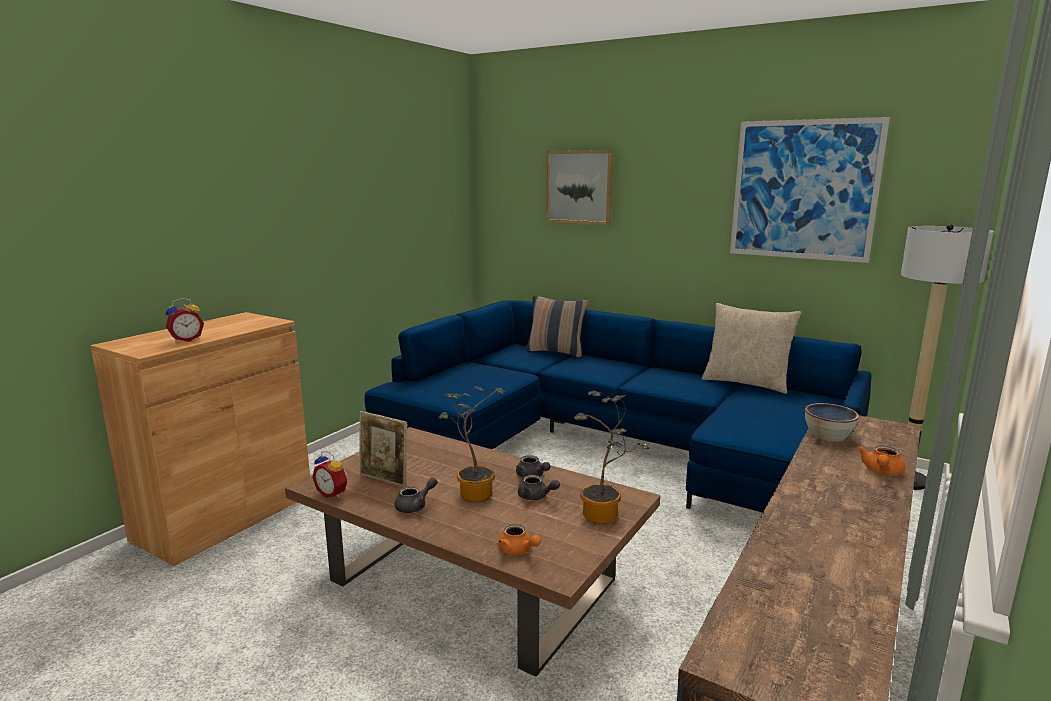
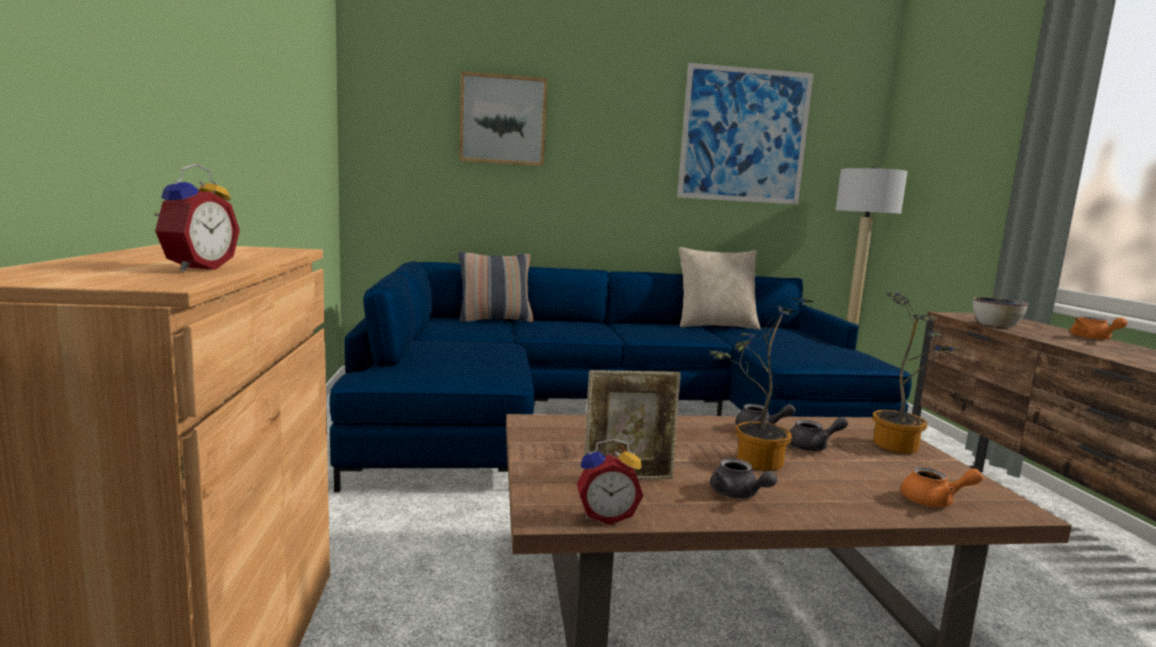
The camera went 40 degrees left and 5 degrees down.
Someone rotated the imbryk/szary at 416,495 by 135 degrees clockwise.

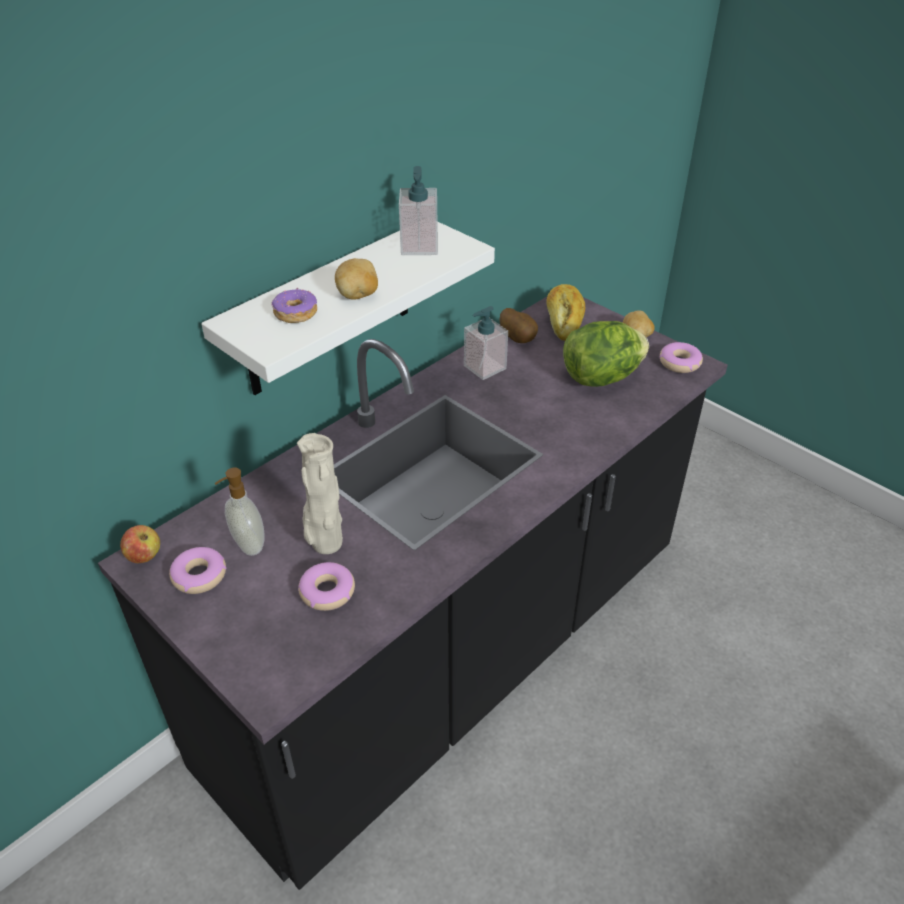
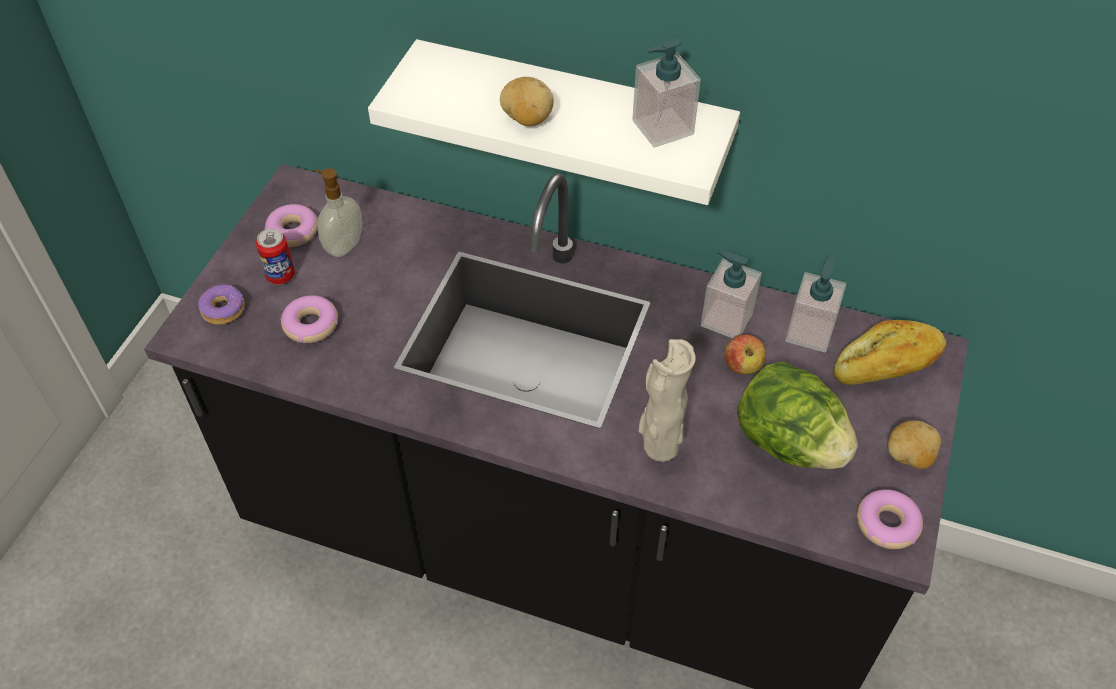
The camera went 65 degrees right and 10 degrees up.
Someone put down the puszka at 275,256.
Someone carried the jabłko from 140,544 to 745,354.
Someone carried the donut from 294,305 to 221,305.
Someone carried the wazon/beżowy from 320,493 to 667,400.
Someone swapped the ziemniak at 518,325 for the dozownik mydła at 815,304.

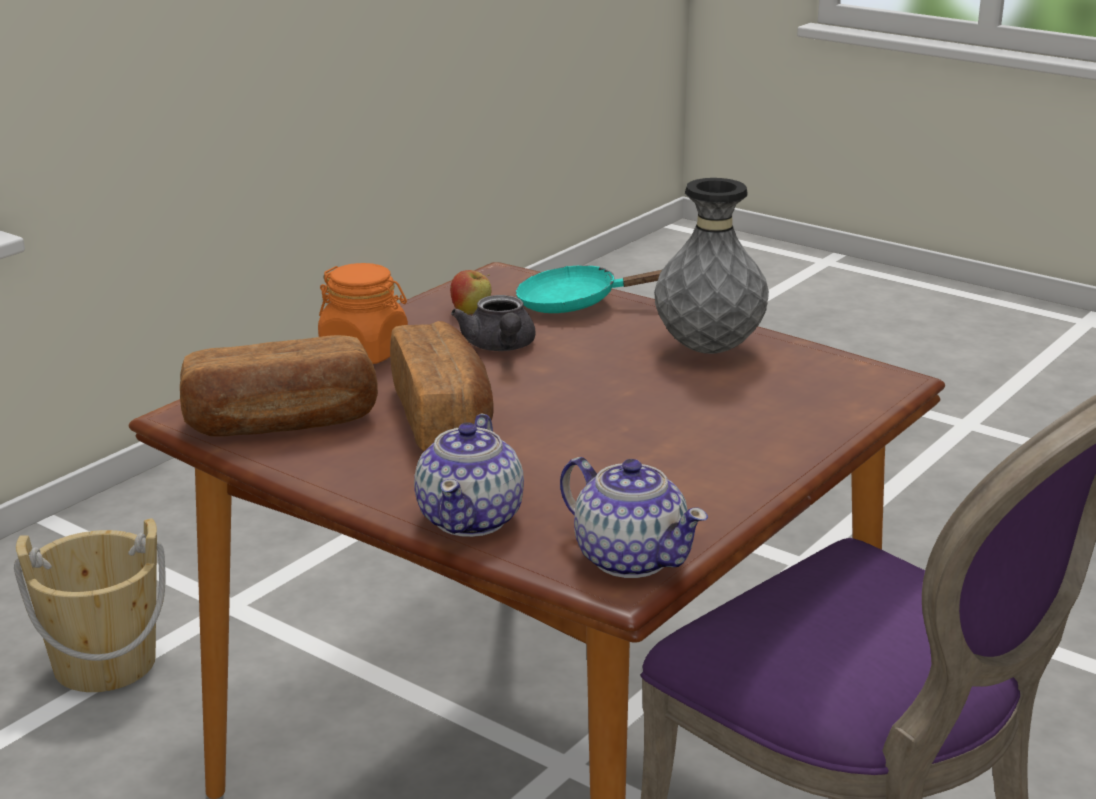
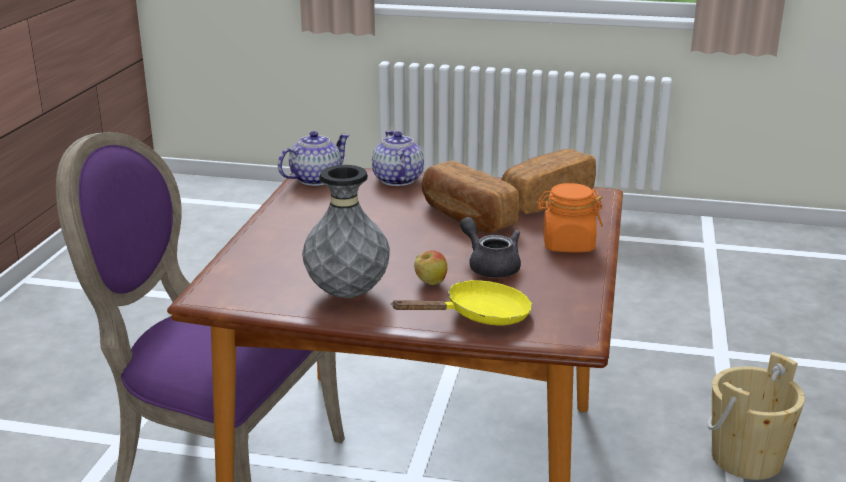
The camera went 155 degrees right and 0 degrees up.
Someone carried the jabłko from 471,292 to 430,267.
Someone repainted the patelnia/turkusowy at 589,289, which became the patelnia/żółty at 462,302.
Someone rotated the imbryk at 634,517 by 120 degrees clockwise.

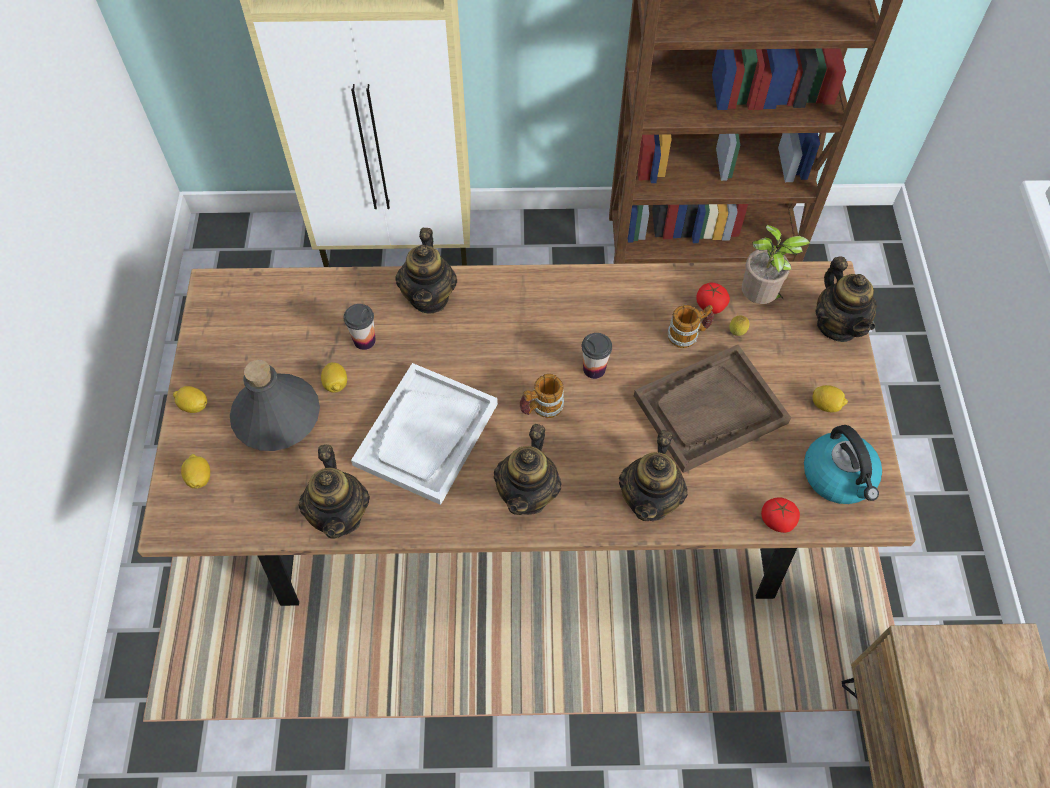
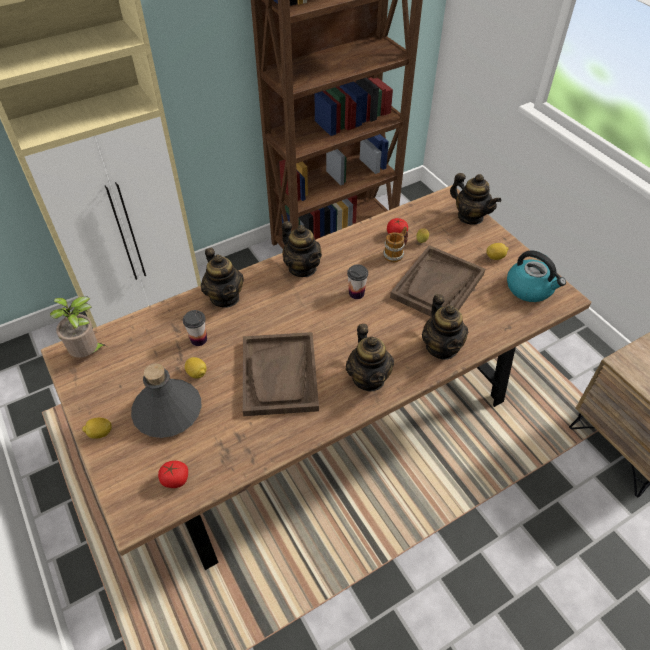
The camera went 30 degrees left and 10 degrees down.
Someone took away the cytryna at 195,471.
Someone took away the kubek at 542,396.
Someone carried the imbryk from 334,492 to 302,249.
Someone carried the roślina doniczkowa from 776,264 to 78,327.
Someone carried the pomidor from 780,515 to 173,474.
Someone repainted the taca/biały at 424,434, which became the taca/brązowy at 281,374.

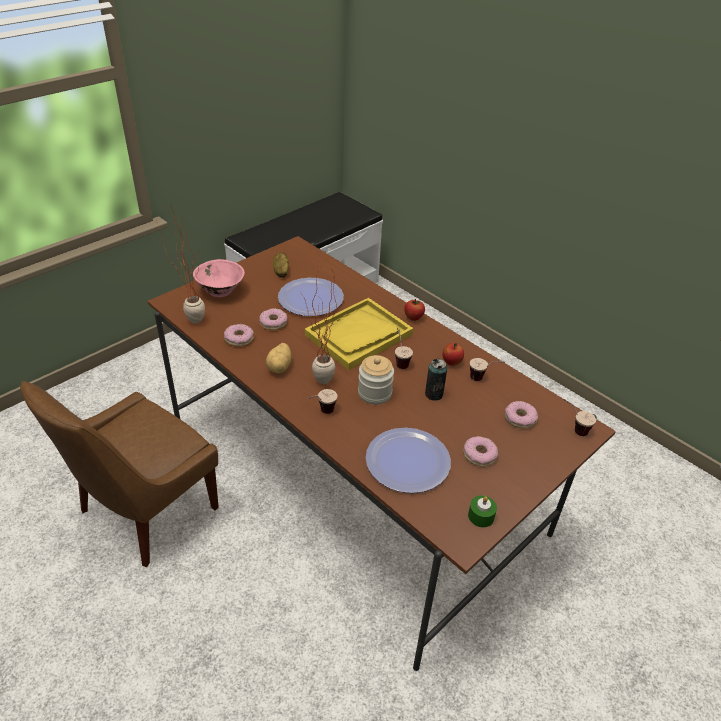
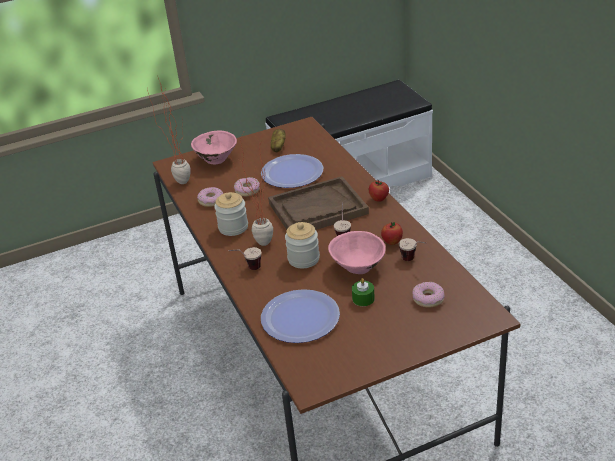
The camera went 25 degrees right and 5 degrees down.
Someone took away the krzesło/brązowy at 119,474.
Someone took away the donut at 480,451.
Someone took away the filiżanka at 579,417.
Someone carried the świeca/zielony from 482,511 to 363,292.
Someone swapped the ziemniak at 279,358 for the słoik at 231,214.
Someone swapped the puszka at 436,380 for the miska/różowy at 357,252.
Someone repainted the taca/żółty at 359,334, which became the taca/brązowy at 318,203.

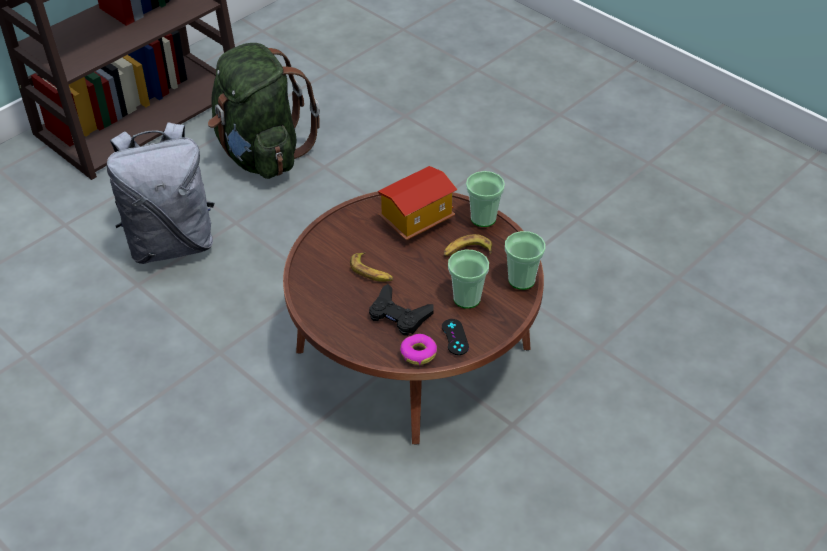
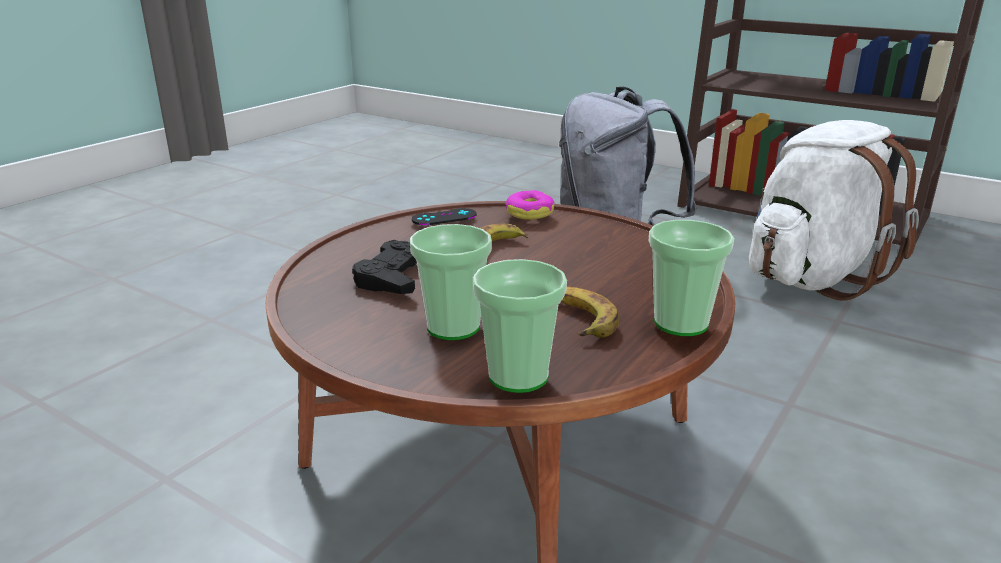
The camera went 80 degrees right and 20 degrees down.
Someone took away the domek at 417,203.
Someone carried the donut from 418,349 to 530,205.
Someone carried the pad do gier/czarny from 455,337 to 444,216.
Someone repainted the plecak/zielony at 264,111, which became the plecak/biały at 834,210.

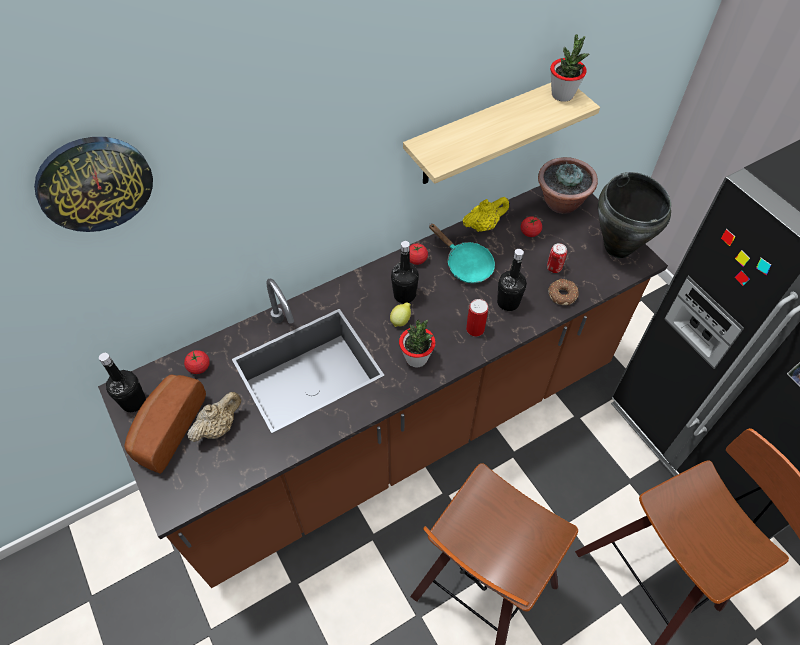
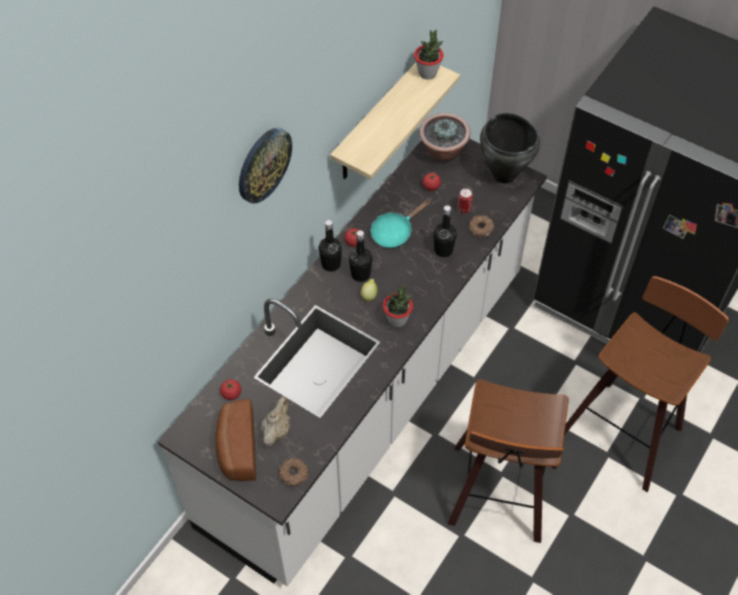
The camera went 25 degrees left and 0 degrees up.
Someone took away the imbryk/żółty at 485,214.
Someone took away the puszka at 477,318.
Someone put down the donut at 294,472.
Someone carried the zegar ścienny from 93,184 to 265,166.
Someone carried the butelka/czarny from 122,382 to 330,246.
Someone repainted the zabudowa kuchenna/brązowy at 383,387, which became the zabudowa kuchenna/biały at 352,362.
Someone rotated the patelnia/turkusowy at 462,253 by 120 degrees clockwise.

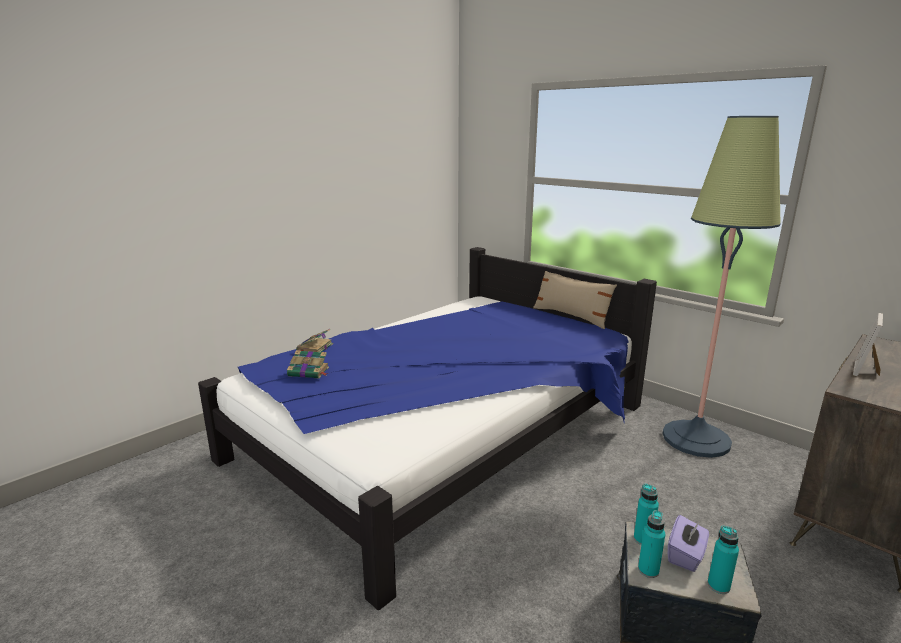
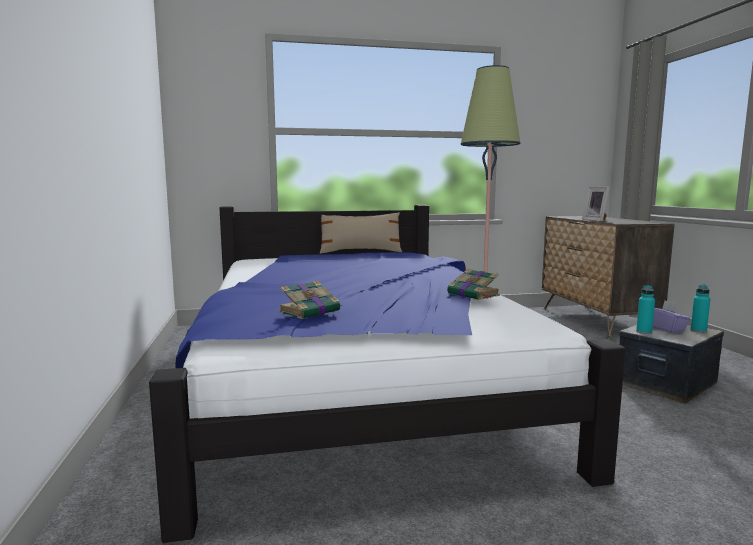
The camera went 55 degrees left and 10 degrees down.
Someone took away the butelka/turkusowy at 651,544.
Someone carried the książka from 314,340 to 473,284.

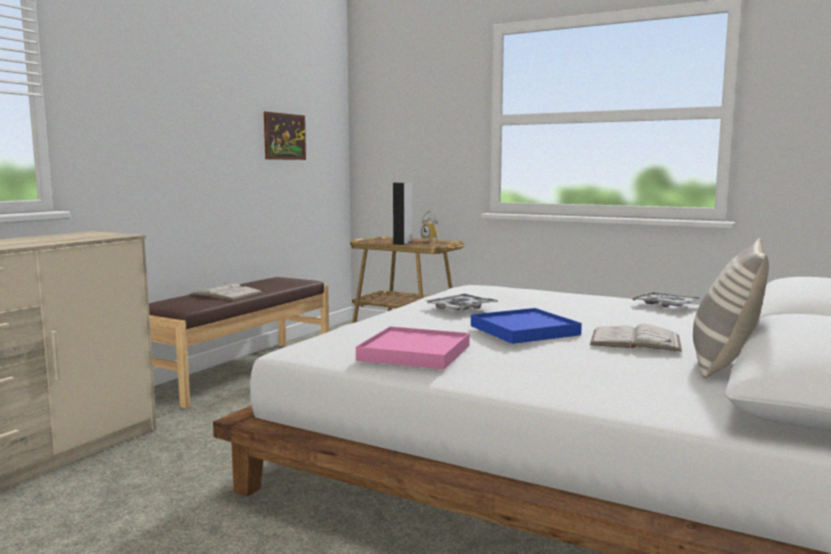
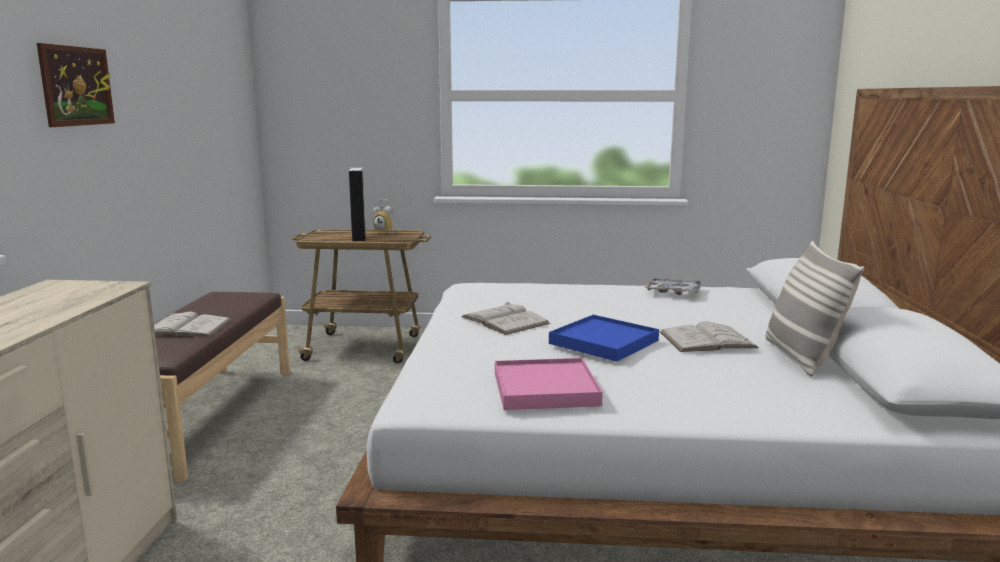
The camera went 25 degrees left and 5 degrees up.
Someone carried the obraz from 285,136 to 76,85.
Someone swapped the taca at 462,302 for the książka/biały at 505,318.

